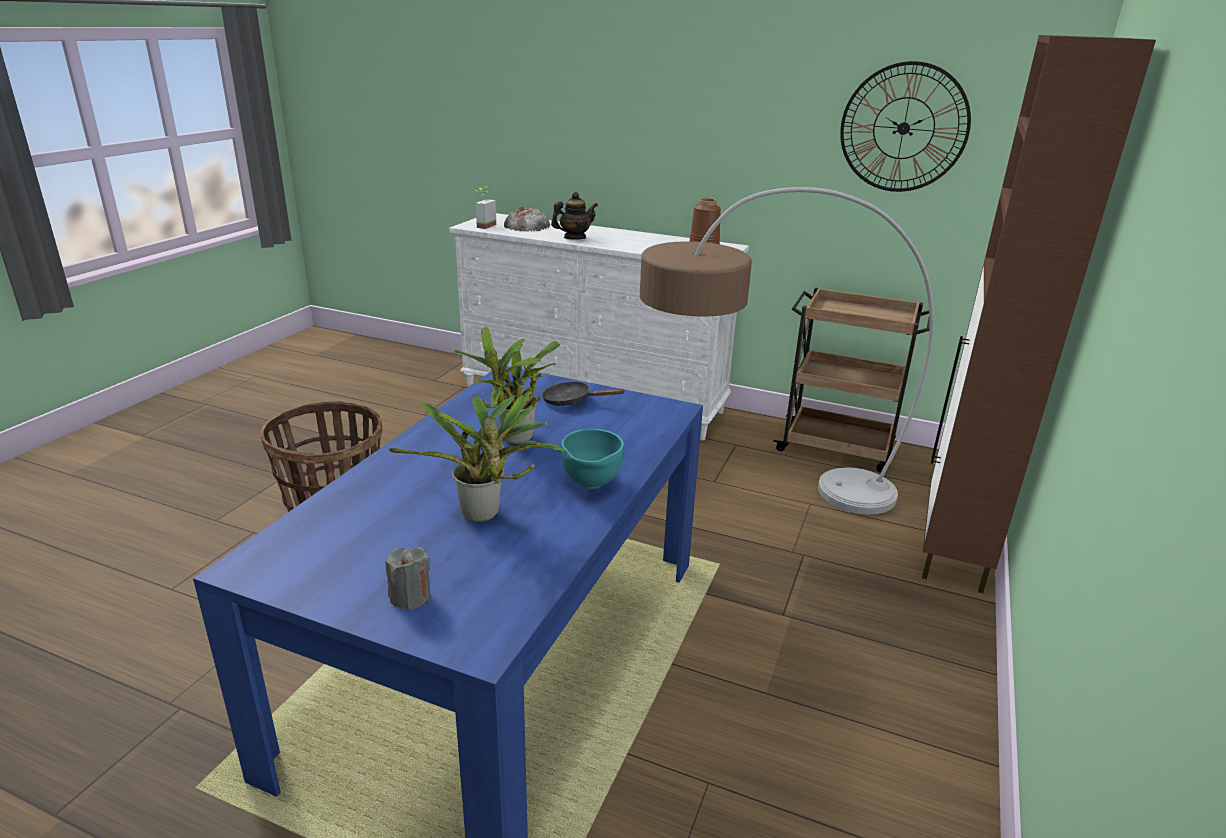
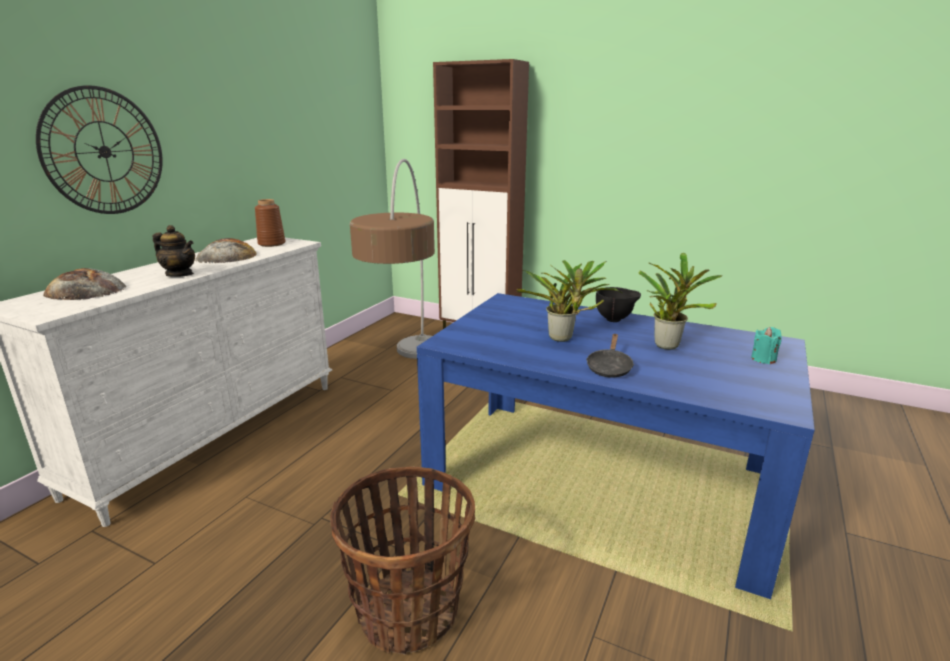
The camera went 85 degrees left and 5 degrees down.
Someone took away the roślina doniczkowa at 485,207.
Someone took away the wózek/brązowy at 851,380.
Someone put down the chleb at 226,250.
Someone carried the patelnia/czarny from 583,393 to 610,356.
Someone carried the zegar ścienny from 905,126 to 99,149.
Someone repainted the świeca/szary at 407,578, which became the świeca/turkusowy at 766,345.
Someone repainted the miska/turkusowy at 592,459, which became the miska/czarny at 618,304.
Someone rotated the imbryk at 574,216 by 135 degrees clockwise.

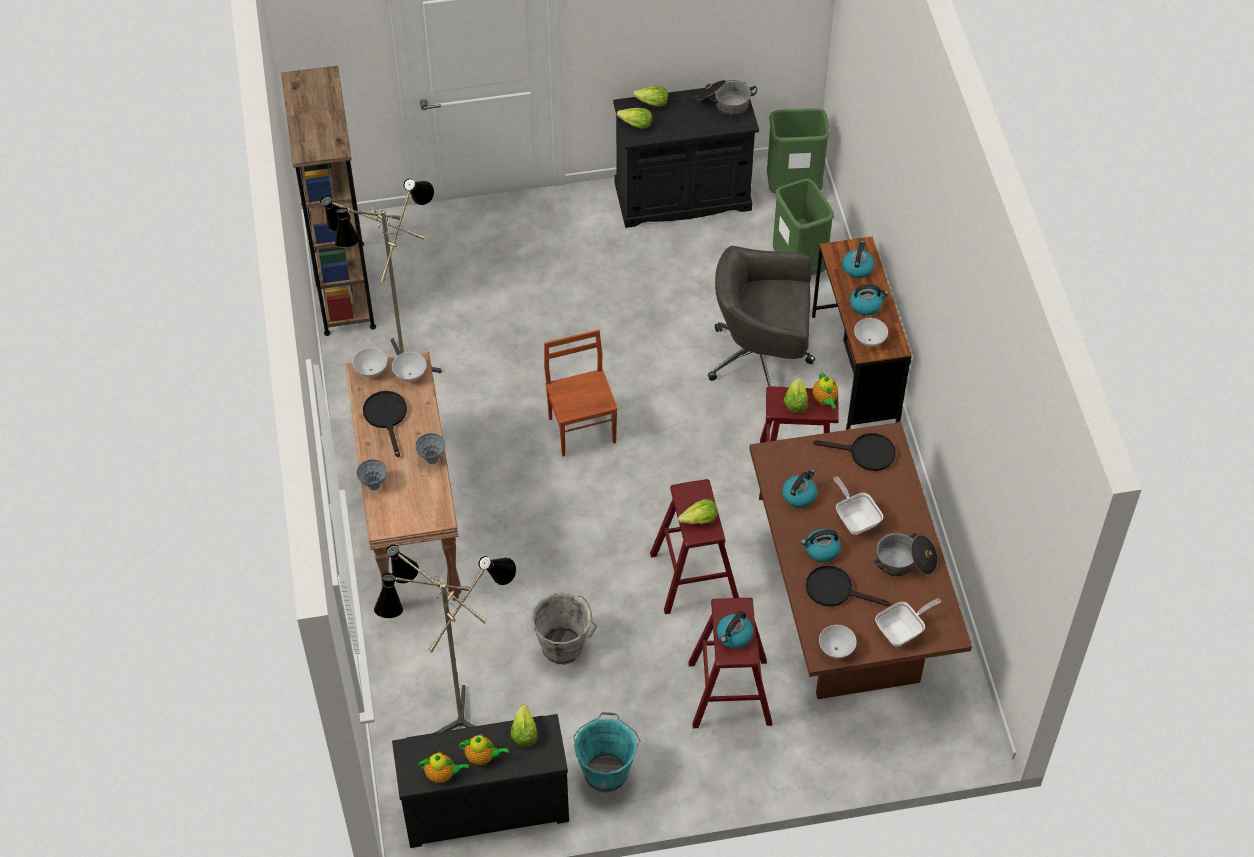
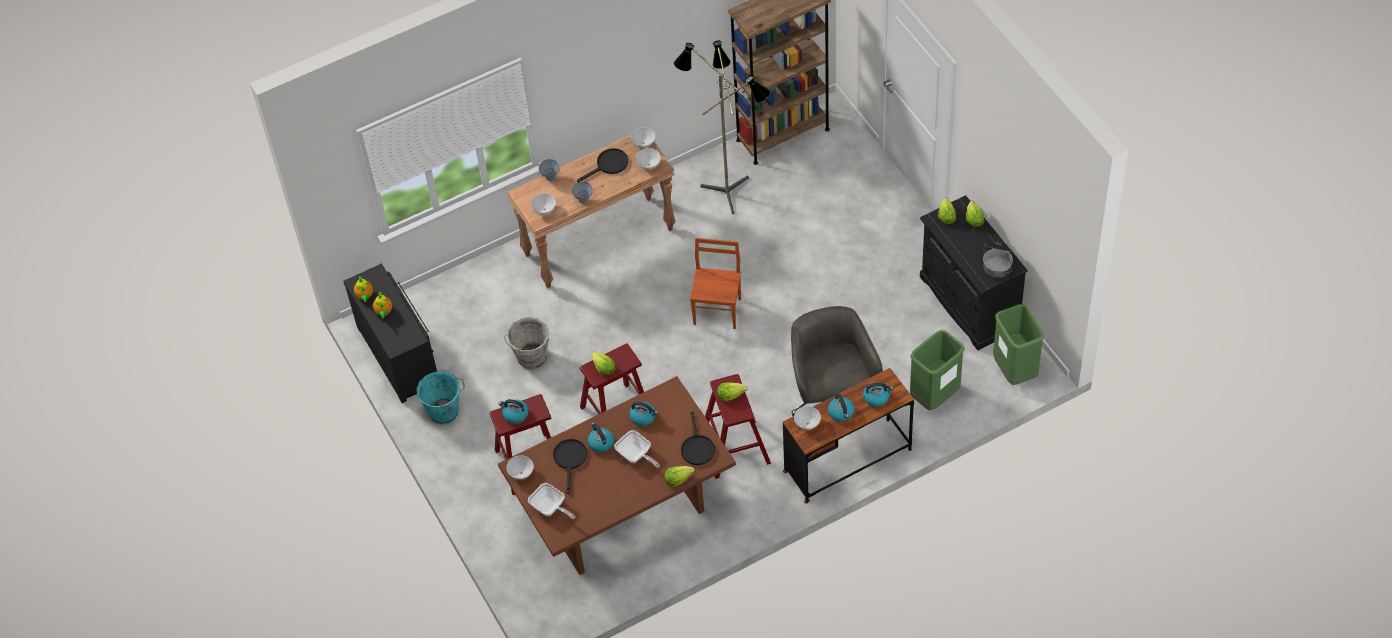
The camera went 75 degrees right and 0 degrees up.
Someone took away the lampa stojąca at 445,639.
Someone took away the imbryk at 825,391.
Someone took away the garnek at 906,554.
Someone put down the miska/biały at 543,204.
Someone carried the sałata from 524,726 to 679,476.
Someone rotated the krzesło/brązowy at 581,393 by 45 degrees counterclockwise.
Someone rotated the patelnia at 858,505 by 90 degrees clockwise.

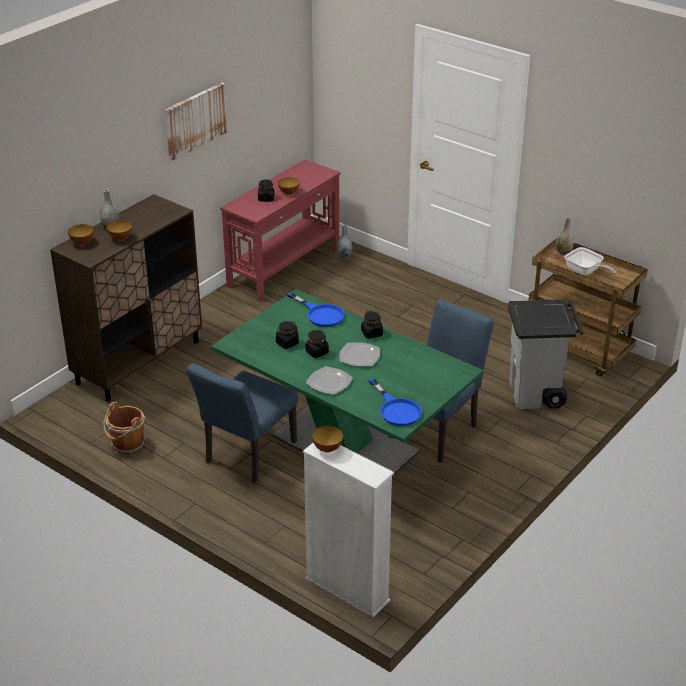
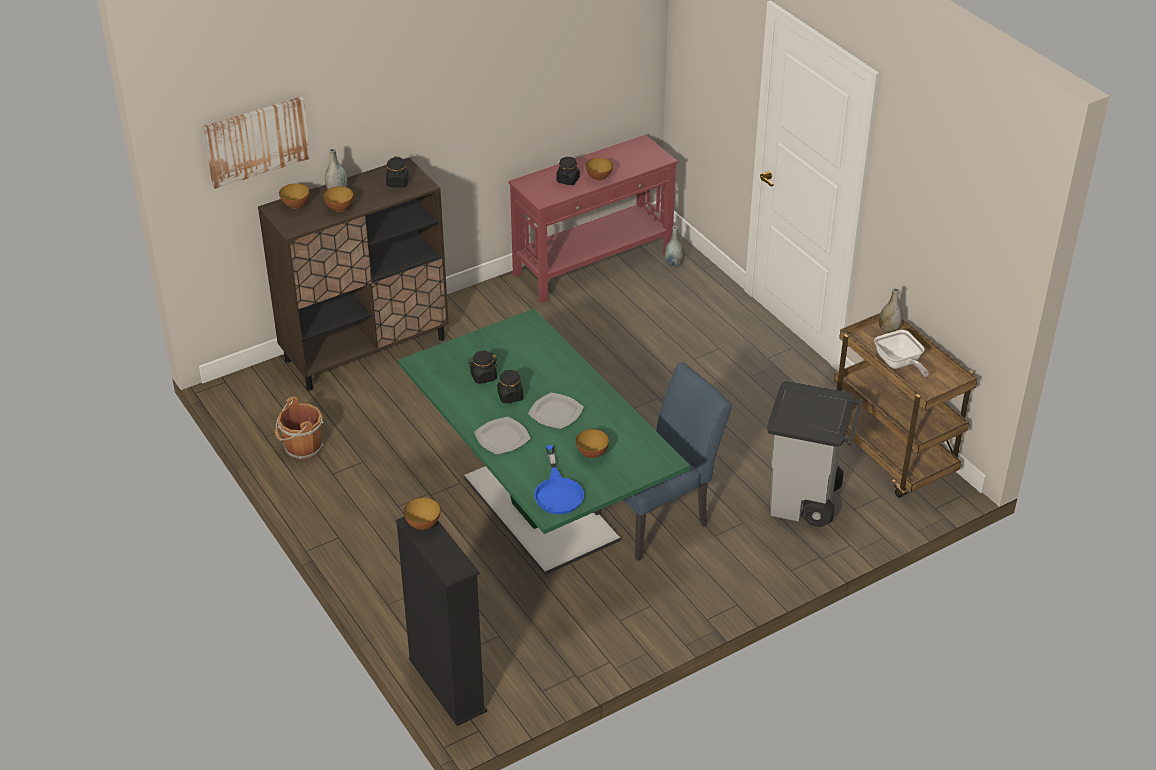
The camera went 20 degrees right and 5 degrees up.
Someone took away the krzesło/niebieski at 242,423.
Someone took away the patelnia/niebieski at 316,309.
Someone put down the miska at 592,443.
Someone carried the obraz from 196,121 to 257,143.
Someone carried the słoik/czarny from 372,325 to 397,172.
Someone repainted the regał/biały at 348,530, which became the regał/czarny at 441,621.

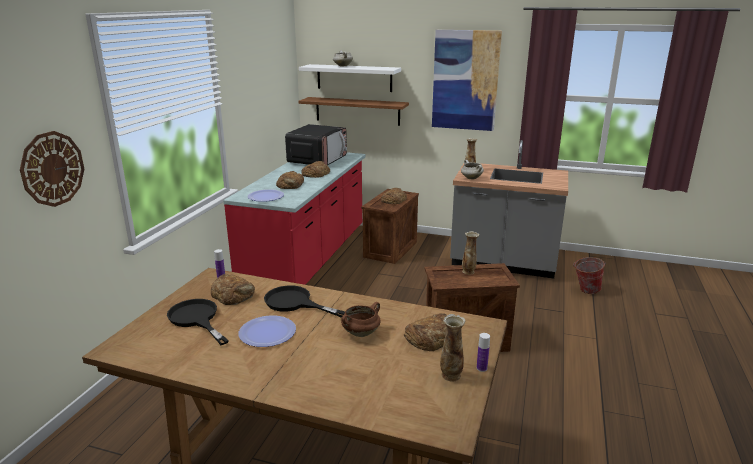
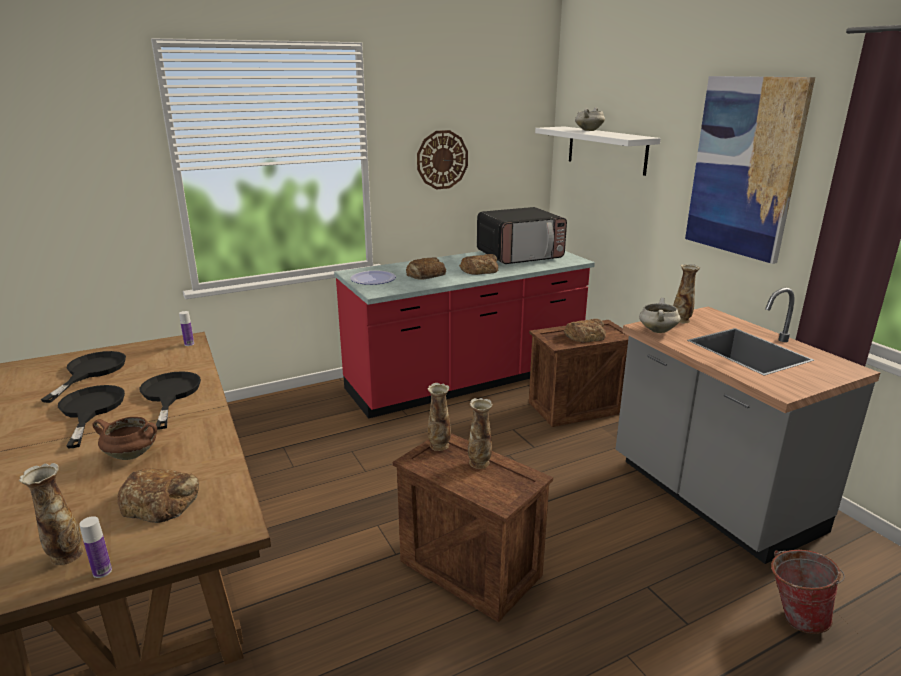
The camera went 45 degrees right and 0 degrees up.
Someone took away the chleb at 233,289.
Someone took away the półka/brązowy at 354,111.
Someone put down the wazon at 439,417.
Someone carried the zegar ścienny from 52,169 to 442,159.
Someone swapped the talerz at 267,331 for the patelnia/czarny at 91,416.

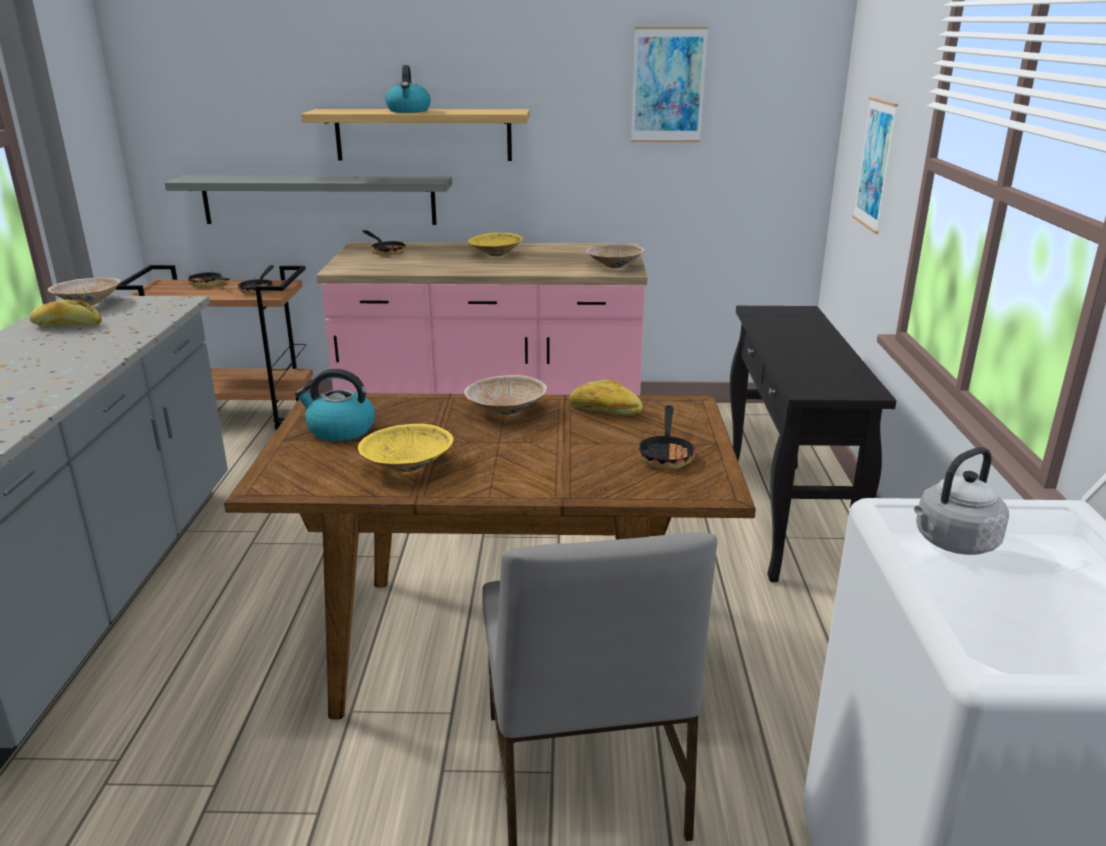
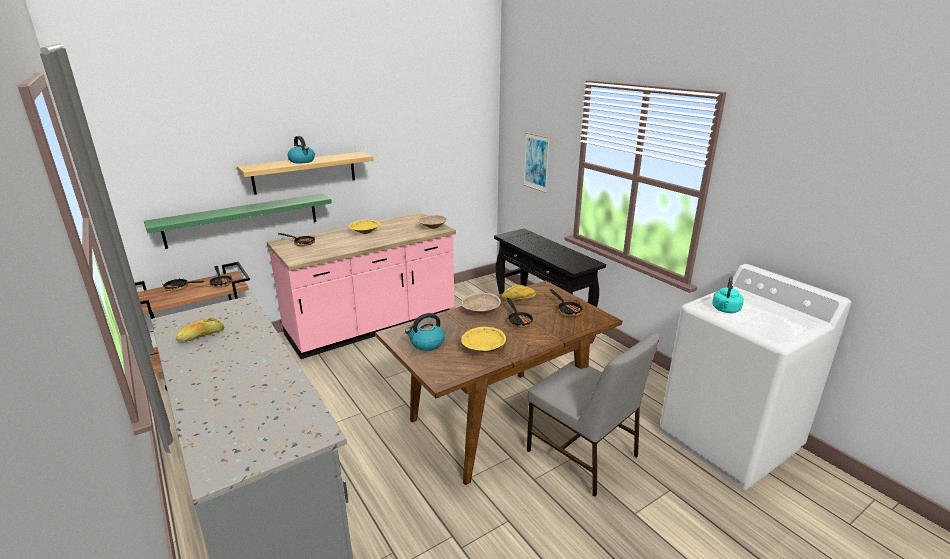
The camera went 35 degrees left and 0 degrees up.
Someone took away the miska/beżowy at 84,291.
Someone took away the obraz at 669,84.
Someone put down the patelnia at 520,313.
Someone repainted the półka/szary at 308,200, which became the półka/zielony at 238,221.
Someone repainted the czajnik/szary at 961,501, which became the czajnik/turkusowy at 728,295.

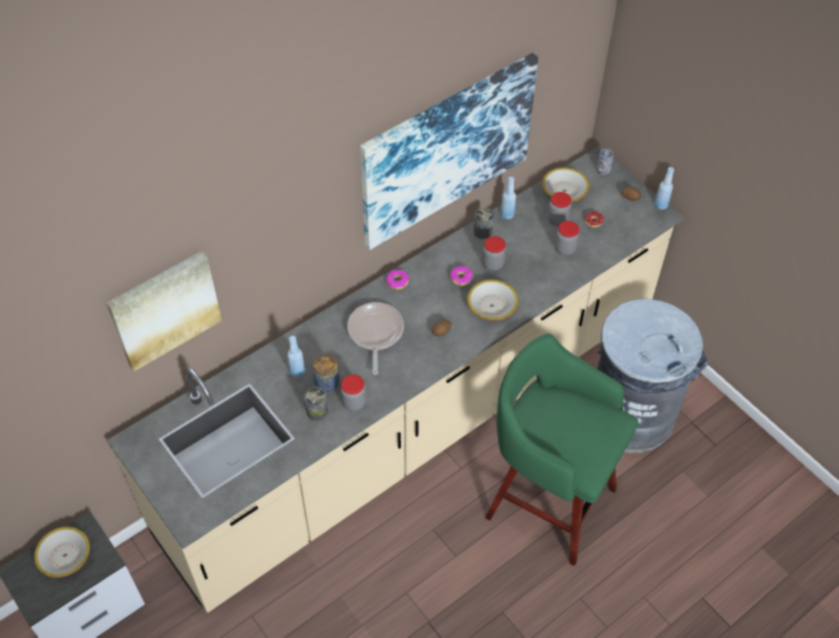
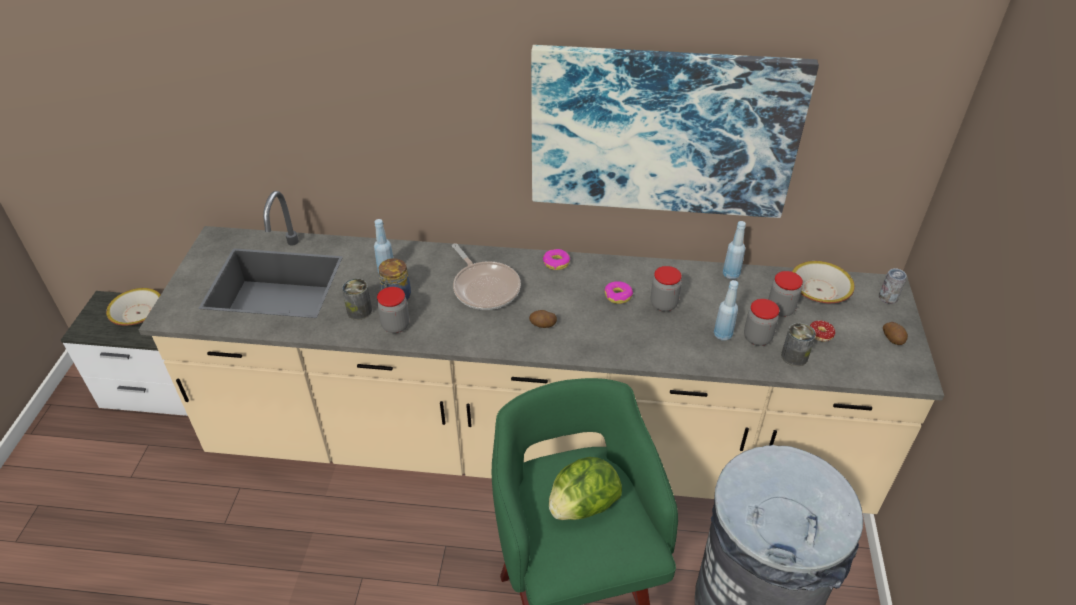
The camera went 45 degrees right and 10 degrees down.
Someone took away the obraz at 164,311.
Someone took away the miska at 493,300.
Someone put down the sałata at 585,488.
Someone carried the puszka from 484,223 to 798,344.
Someone carried the butelka/niebieski from 664,188 to 726,310.
Someone rotated the patelnia at 375,338 by 105 degrees clockwise.

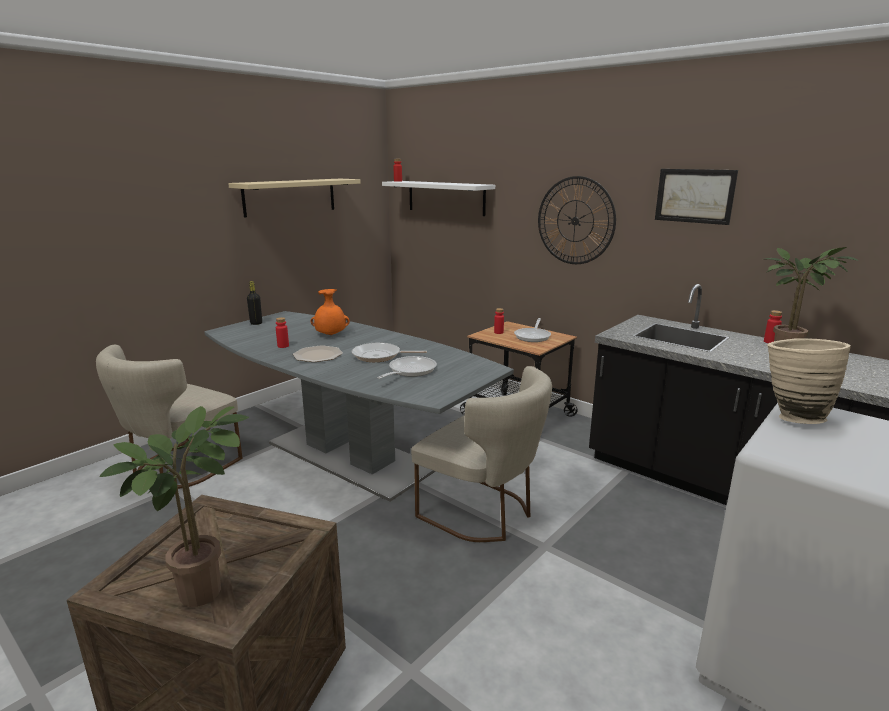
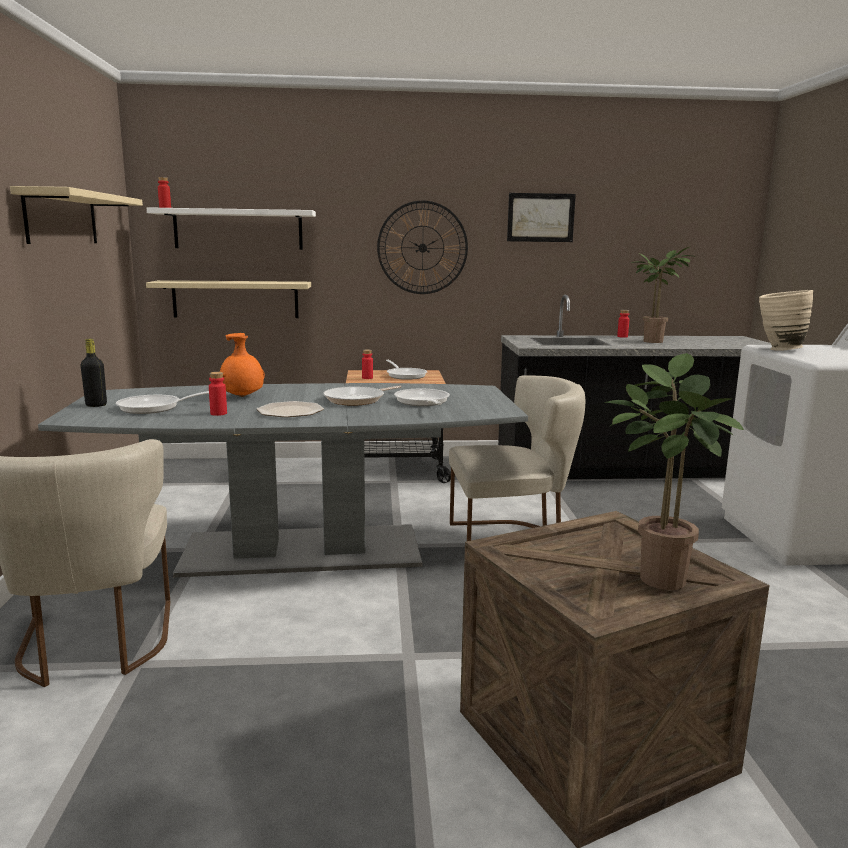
The camera went 45 degrees left and 5 degrees down.
Someone put down the patelnia at 162,402.
Someone put up the półka/beżowy at 228,299.

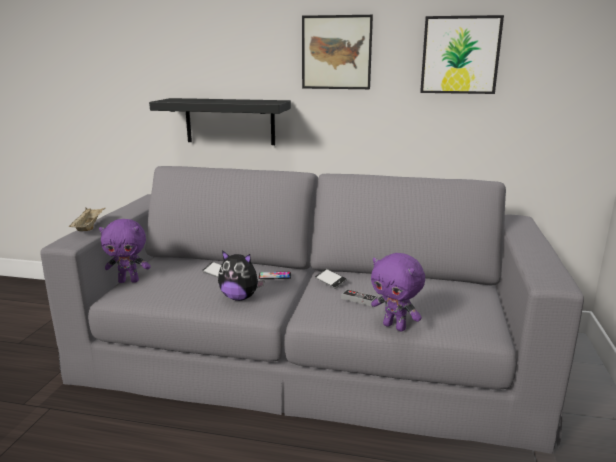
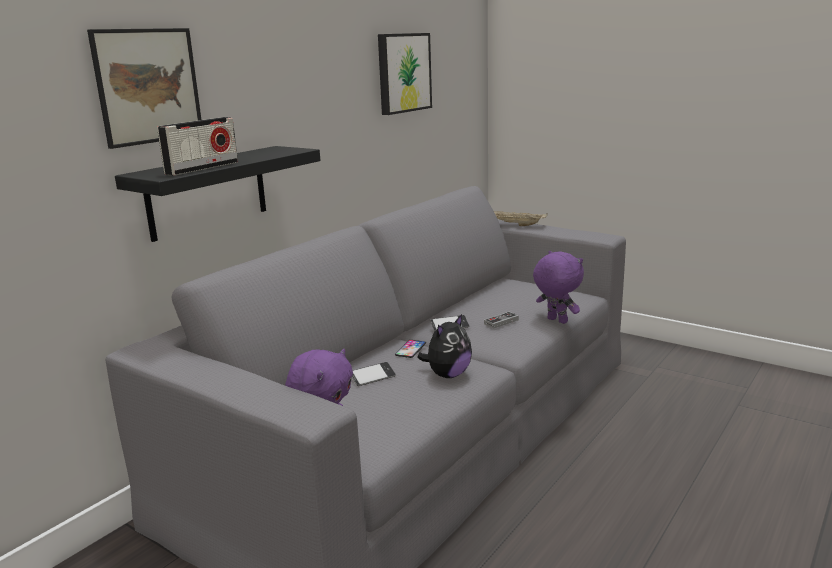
The camera went 65 degrees left and 0 degrees up.
Someone put down the radio at 197,146.
Someone carried the taca/beżowy from 87,219 to 520,218.
Someone carried the obraz from 337,52 to 144,88.
Someone rotated the pluszak/fioletowy at 398,292 by 105 degrees counterclockwise.

